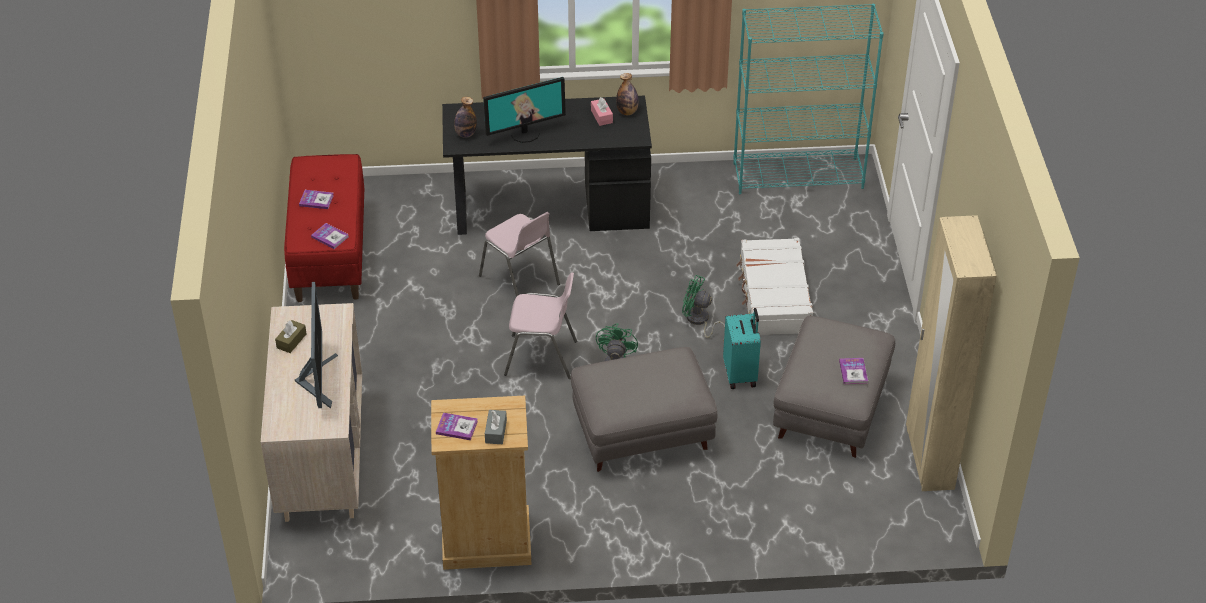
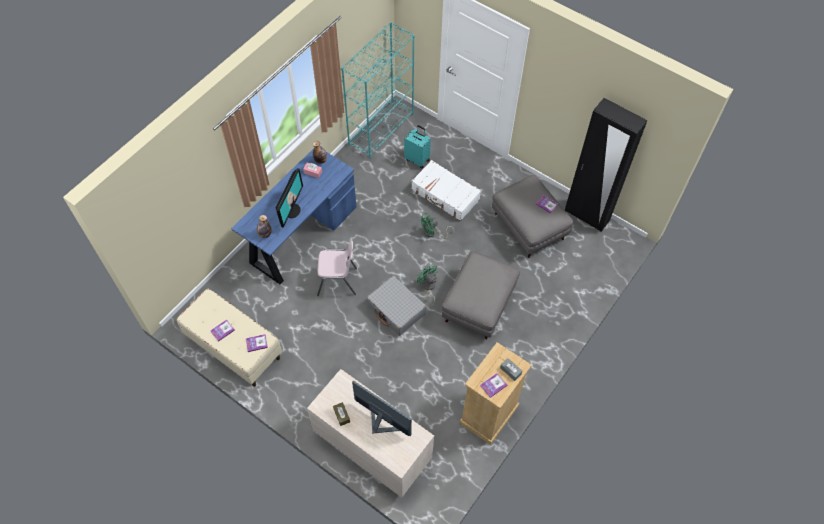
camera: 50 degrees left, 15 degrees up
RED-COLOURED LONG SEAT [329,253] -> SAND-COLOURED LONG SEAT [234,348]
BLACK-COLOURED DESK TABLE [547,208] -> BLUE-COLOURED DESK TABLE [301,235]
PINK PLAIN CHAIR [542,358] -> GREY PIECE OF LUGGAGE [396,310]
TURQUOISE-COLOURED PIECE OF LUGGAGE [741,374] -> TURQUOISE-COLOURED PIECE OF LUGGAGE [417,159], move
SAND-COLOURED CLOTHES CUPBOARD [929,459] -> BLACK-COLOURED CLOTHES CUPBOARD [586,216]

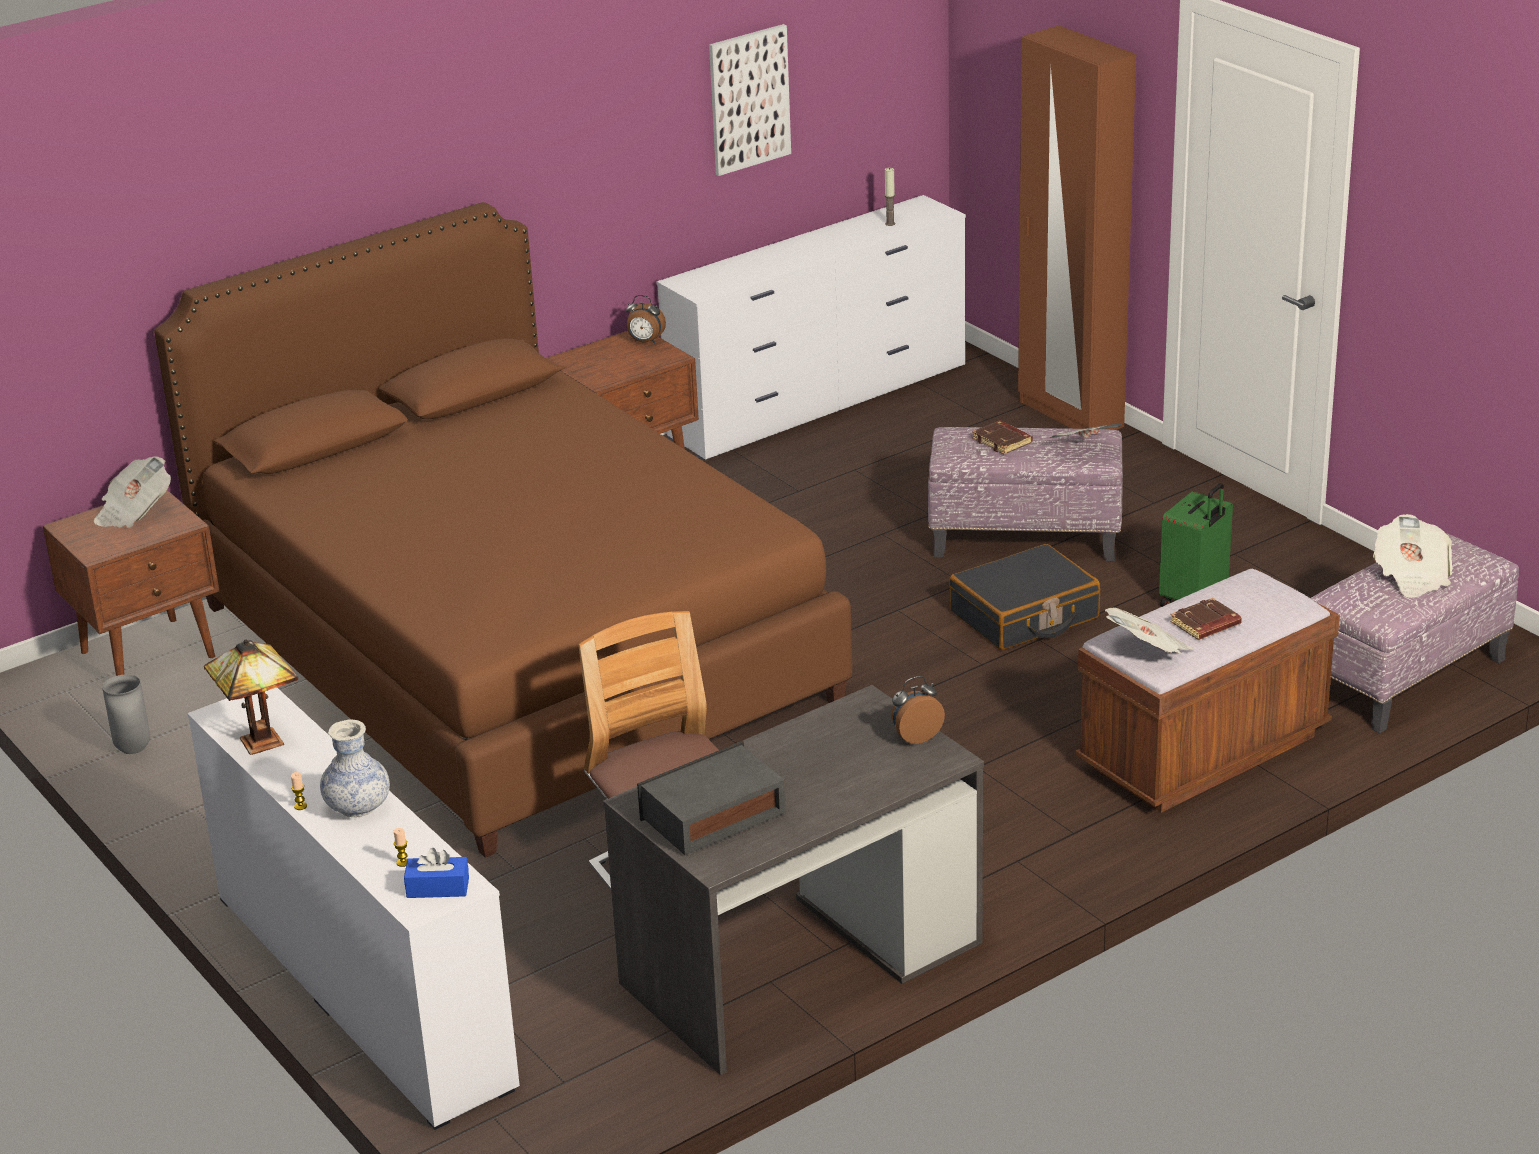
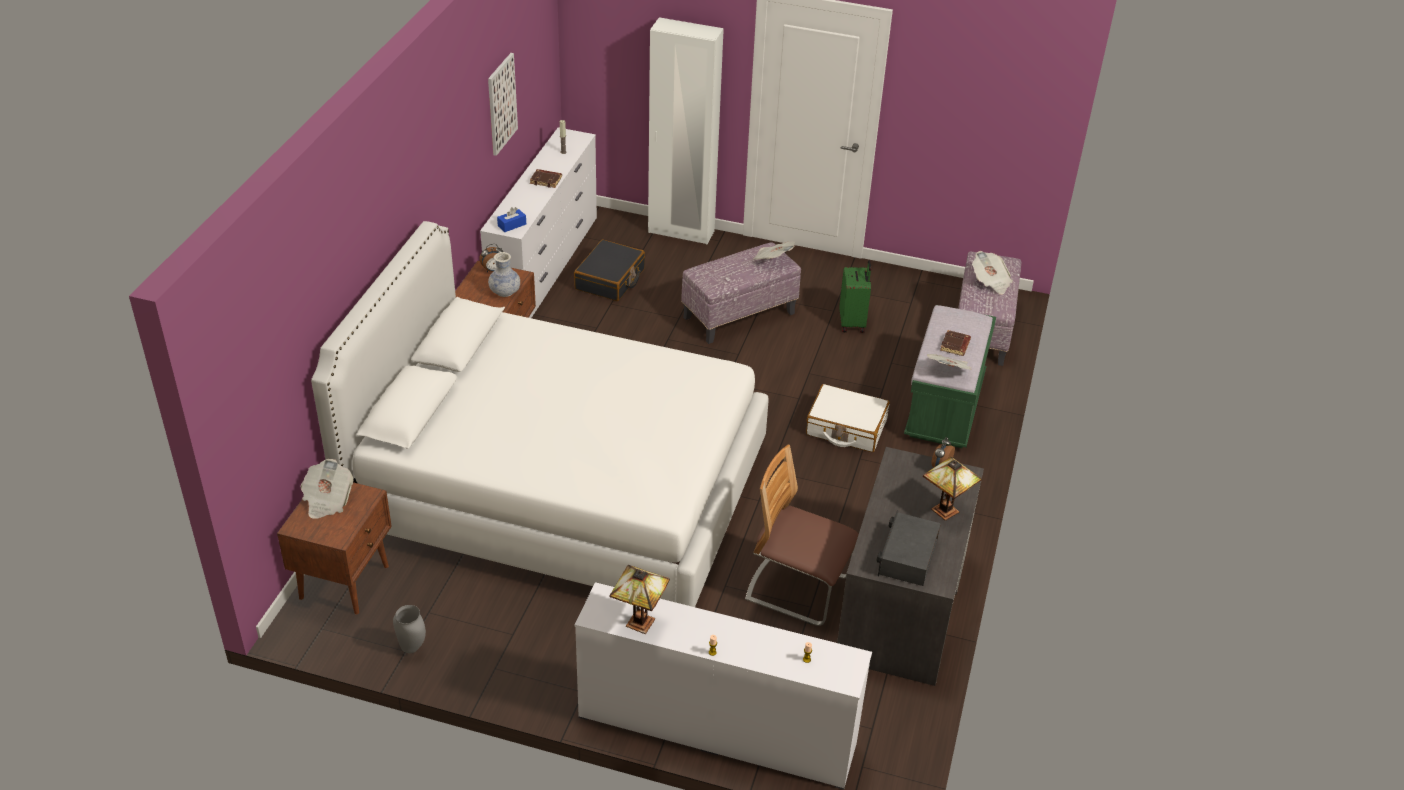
camera: 40 degrees left, 10 degrees up
BROWNISH BED [513,653] -> WHITISH BED [559,490]
FLOWER VASE [357,806] -> FLOWER VASE [505,292], move
BLUE-COLOURED TISSUE BOX [438,888] -> BLUE-COLOURED TISSUE BOX [512,225], move
BROWNISH BOUND BOOK [1003,441] -> BROWNISH BOUND BOOK [546,180], move
BLACK-COLOURED PIECE OF LUGGAGE [1024,616] -> BLACK-COLOURED PIECE OF LUGGAGE [610,279], move
BROWNISH CLOTHES CUPBOARD [1070,414] -> WHITISH CLOTHES CUPBOARD [681,232]
none -> WHITISH PIECE OF LUGGAGE [846,428]
BROWNISH LONG SEAT [1204,752] -> GREENISH LONG SEAT [945,407]
none -> TABLE LAMP [947,511]

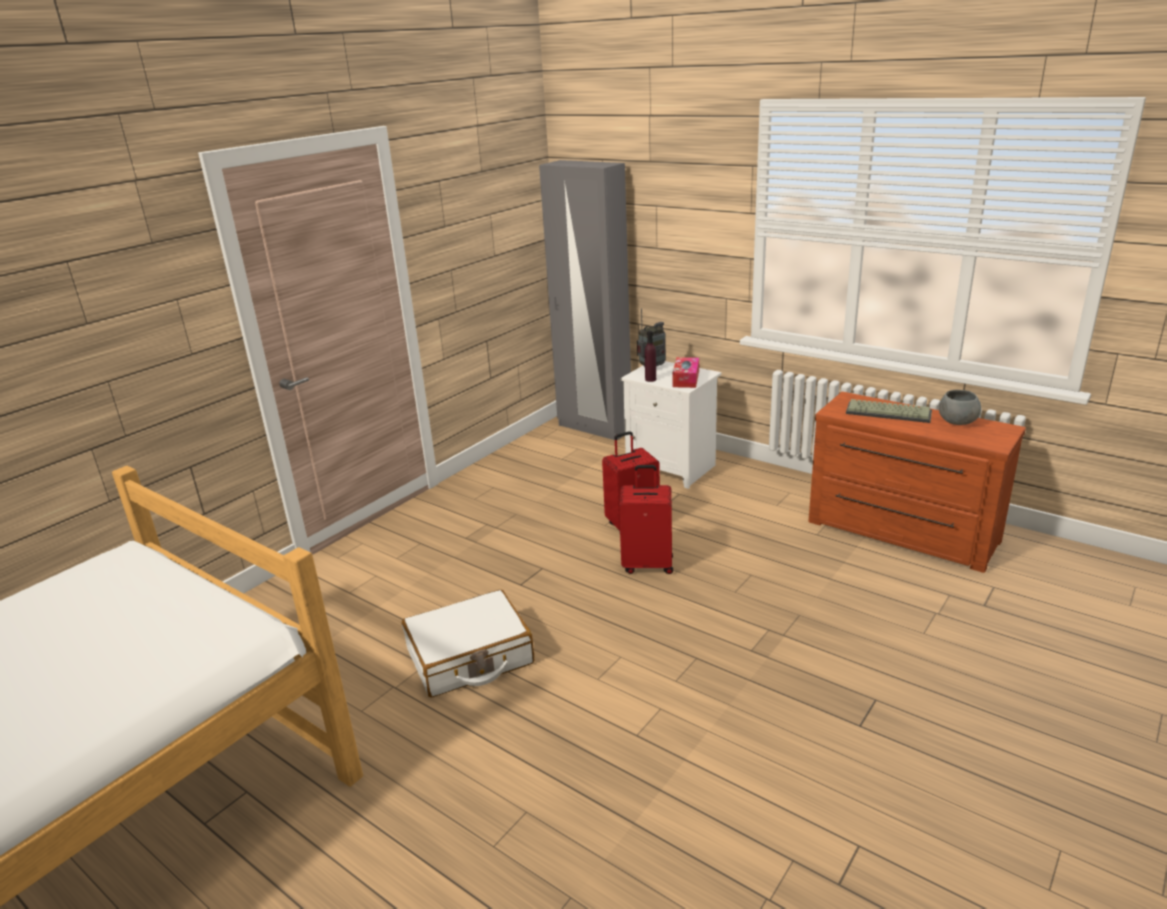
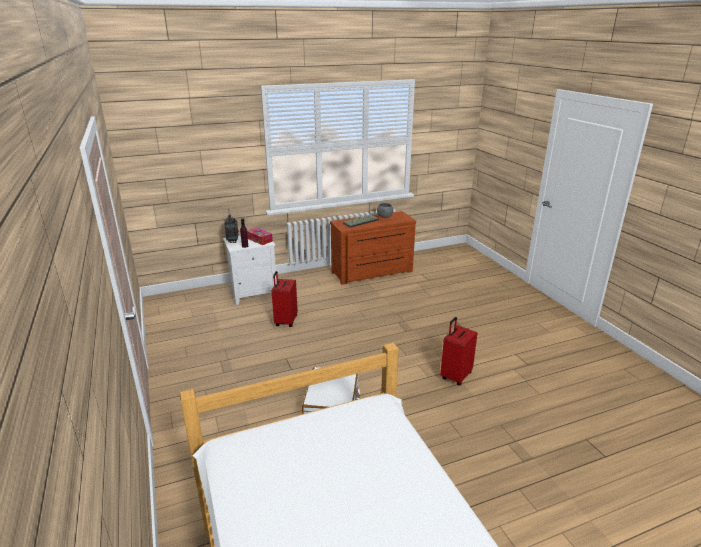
camera: 60 degrees left, 0 degrees up
RED-COLOURED PIECE OF LUGGAGE [648,564] -> RED-COLOURED PIECE OF LUGGAGE [455,376], move
GREY CLOTHES CUPBOARD [594,428] -> none

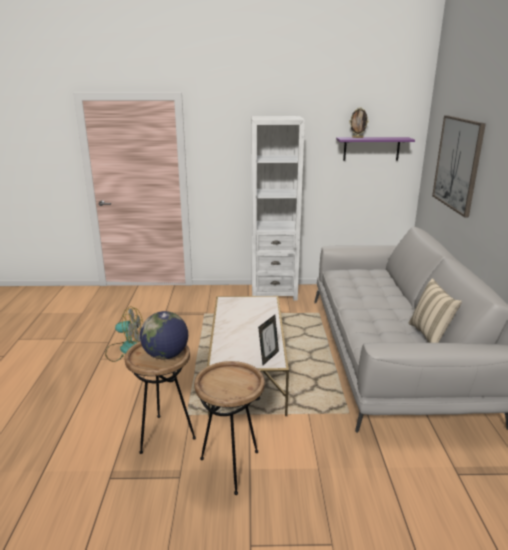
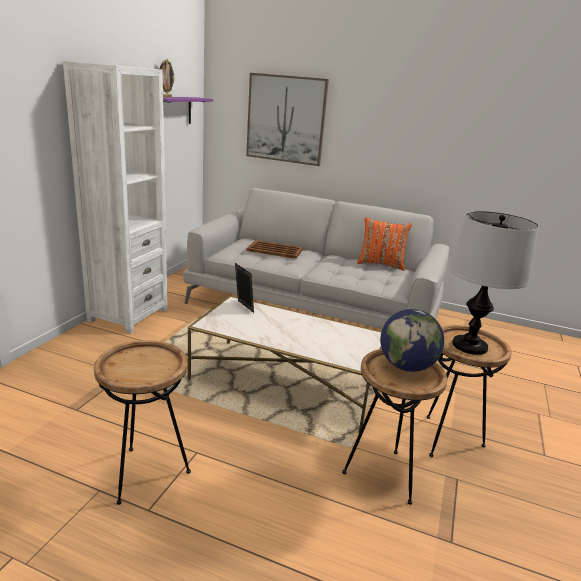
camera: 70 degrees left, 0 degrees up
ELECTRIC FAN [125,349] -> BROWNISH END TABLE [146,473]
PHOTO FRAME [268,357] -> PHOTO FRAME [243,307], move
none -> BROWNISH CARRYING TRAY [275,250]
SAND-COLOURED THROW PILLOW [430,335] -> ORANGE-COLOURED THROW PILLOW [381,264]
none -> TABLE LAMP [470,346]

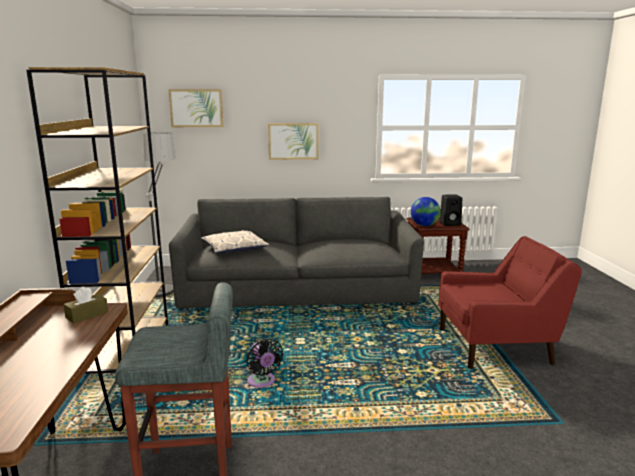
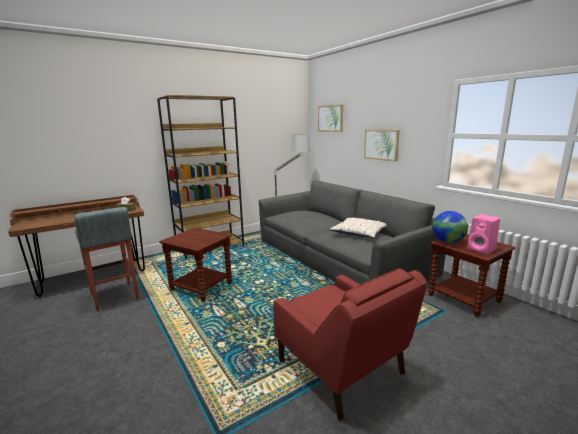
camera: 60 degrees right, 0 degrees up
BLACK-COLOURED ELECTRIC FAN [262,382] -> BROWNISH END TABLE [202,286]
THROW PILLOW [234,248] -> THROW PILLOW [359,232], move
BLACK-COLOURED AUDIO SPEAKER [450,224] -> PINK AUDIO SPEAKER [482,249]

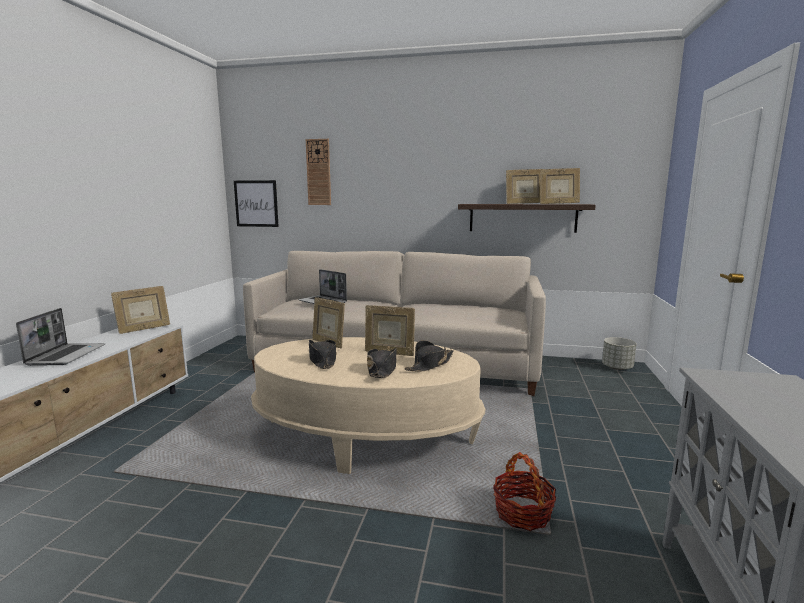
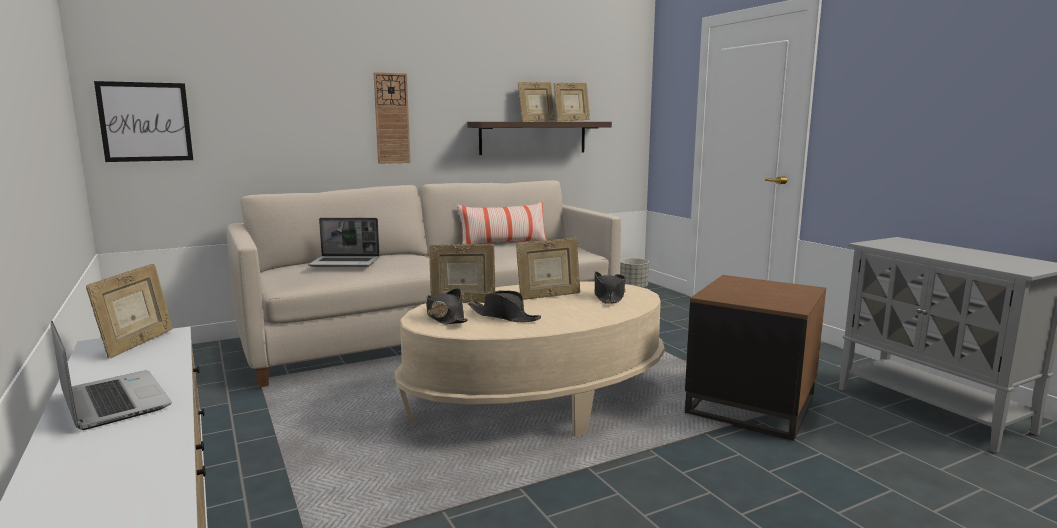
camera: 40 degrees left, 0 degrees up
HANGING CLOCK [318,172] -> HANGING CLOCK [392,118], move
BLACK-COLOURED HAT [382,370] -> BLACK-COLOURED HAT [445,317], move
none -> THROW PILLOW [503,244]
STORAGE BASKET [522,513] -> BROWNISH END TABLE [749,405]

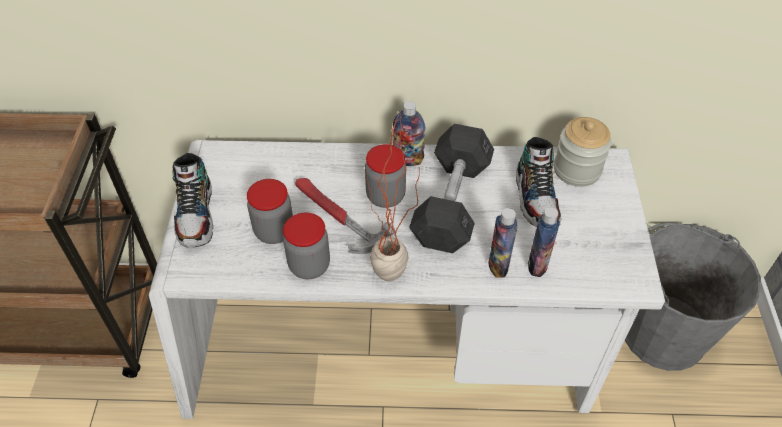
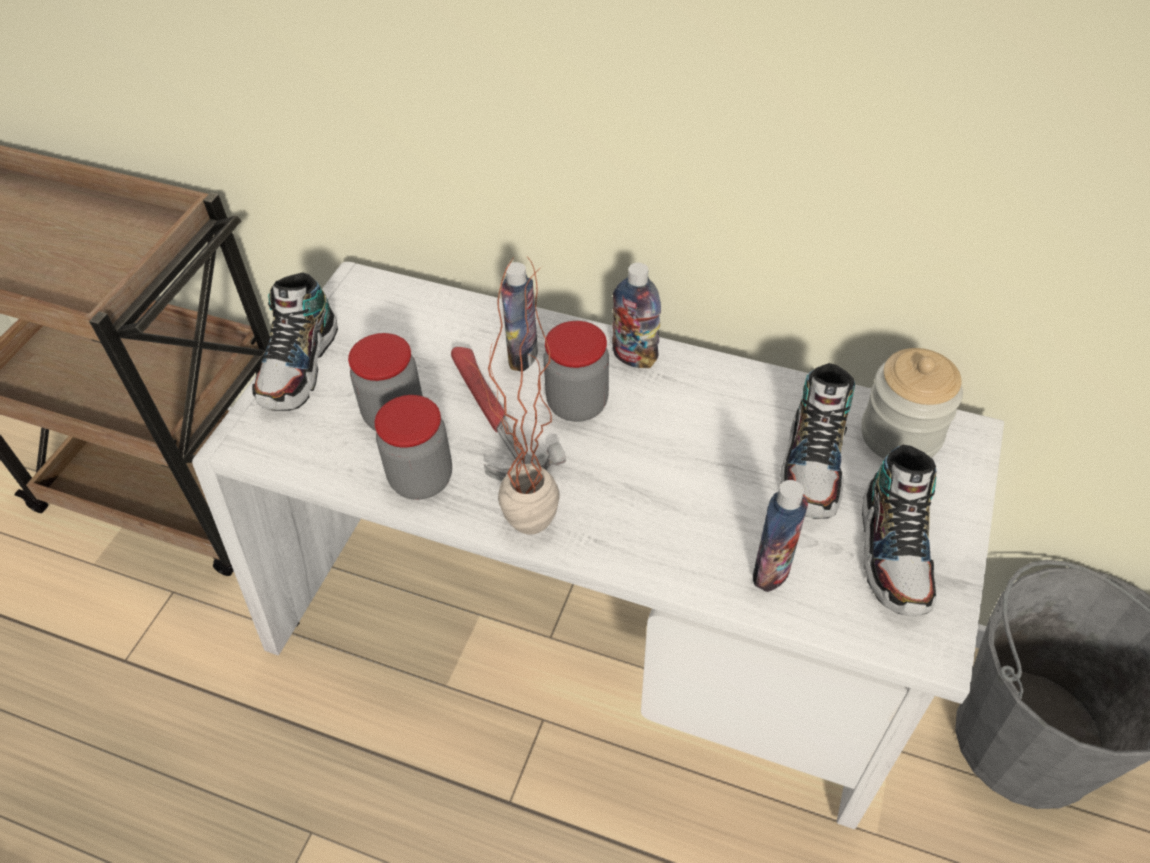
camera: 20 degrees right, 0 degrees up
DRINK BOTTLE [498,265] -> DRINK BOTTLE [523,356], move
none -> LOW SHOE [895,551]
GREY HAND WEIGHT [451,203] -> none

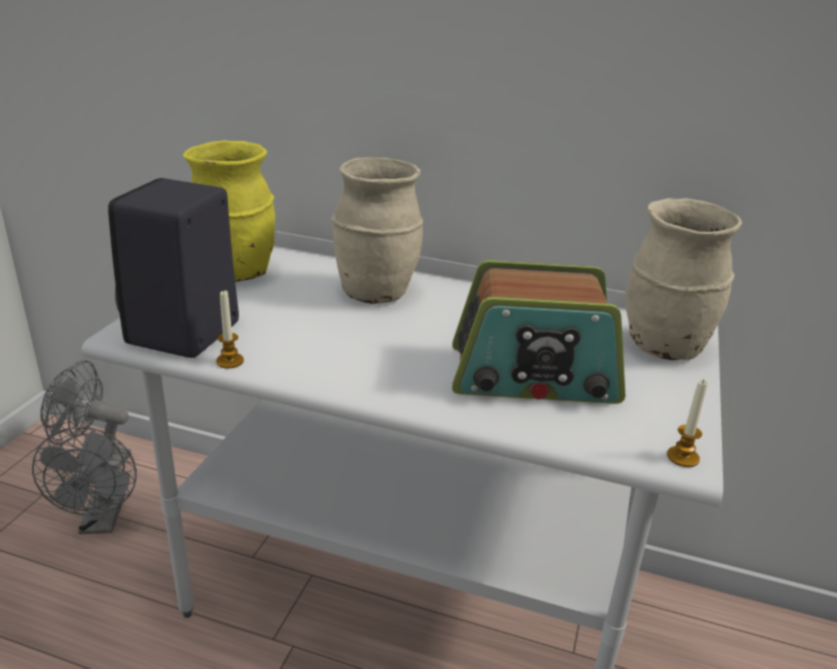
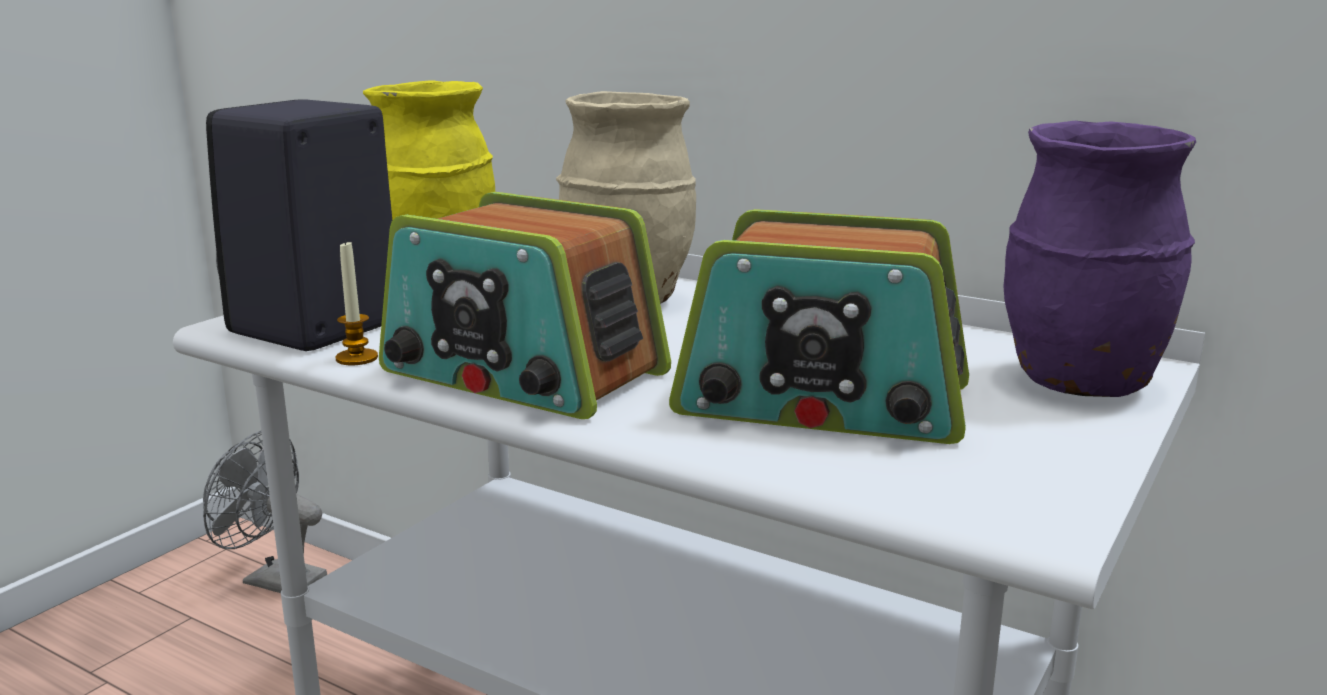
camera: 15 degrees right, 10 degrees down
none -> RADIO RECEIVER [522,374]
SAND-COLOURED FLOWER VASE [664,347] -> PURPLE FLOWER VASE [1080,384]
GREY ELECTRIC FAN [101,522] -> none
WAX LIGHT [682,457] -> none

